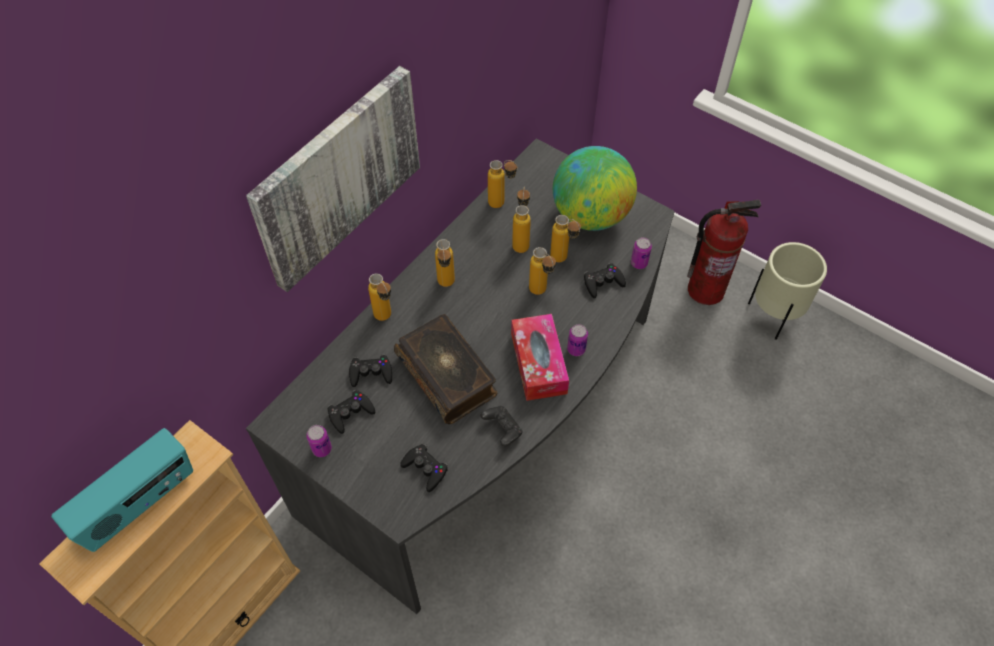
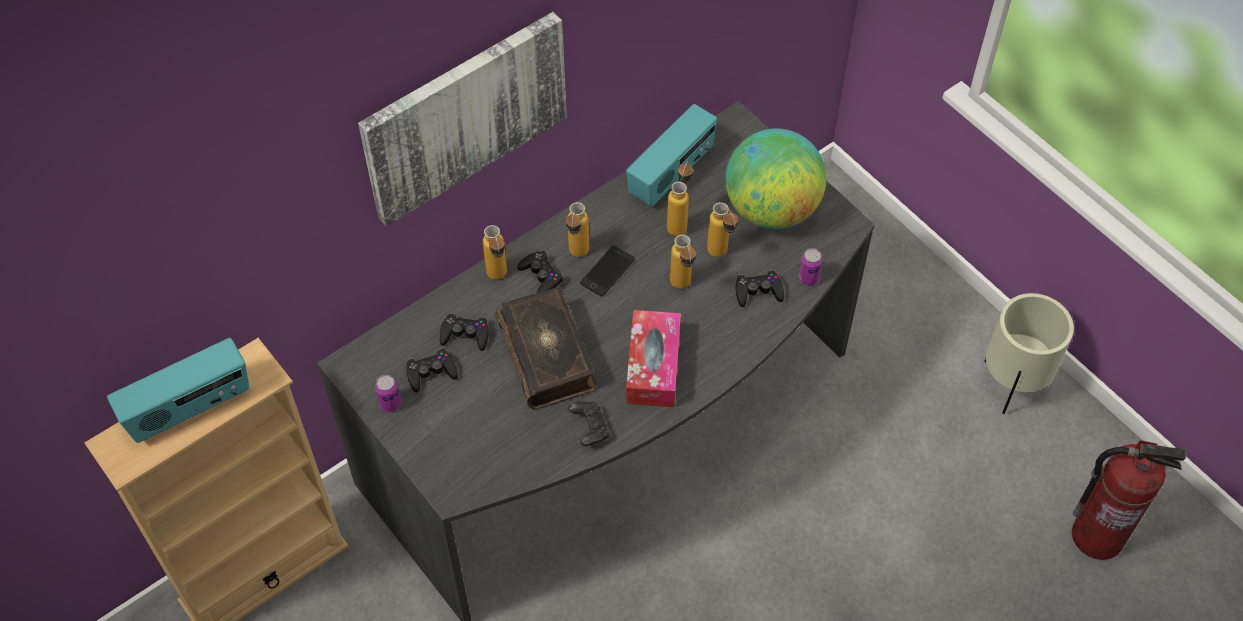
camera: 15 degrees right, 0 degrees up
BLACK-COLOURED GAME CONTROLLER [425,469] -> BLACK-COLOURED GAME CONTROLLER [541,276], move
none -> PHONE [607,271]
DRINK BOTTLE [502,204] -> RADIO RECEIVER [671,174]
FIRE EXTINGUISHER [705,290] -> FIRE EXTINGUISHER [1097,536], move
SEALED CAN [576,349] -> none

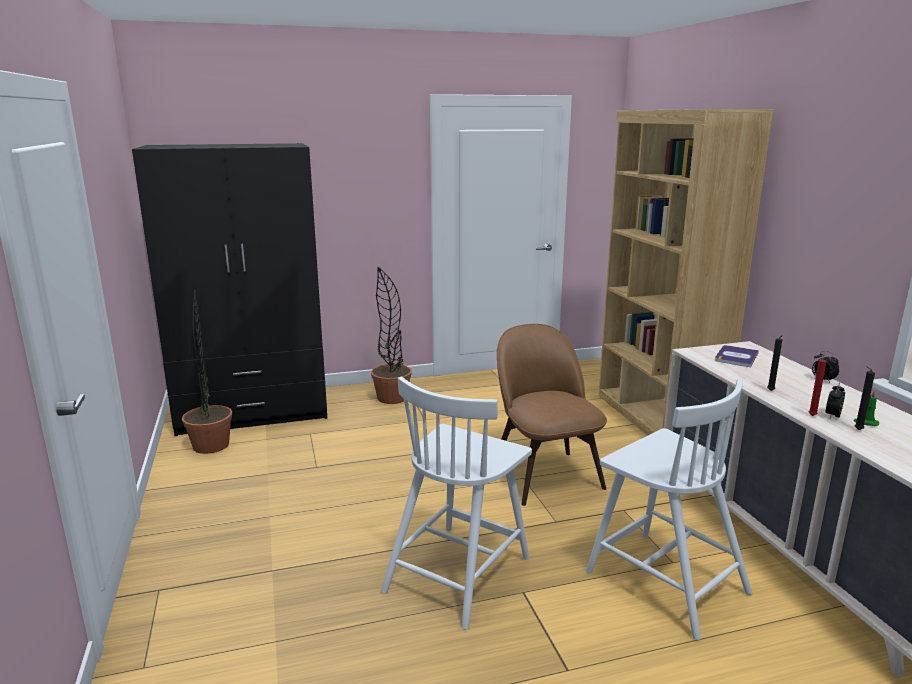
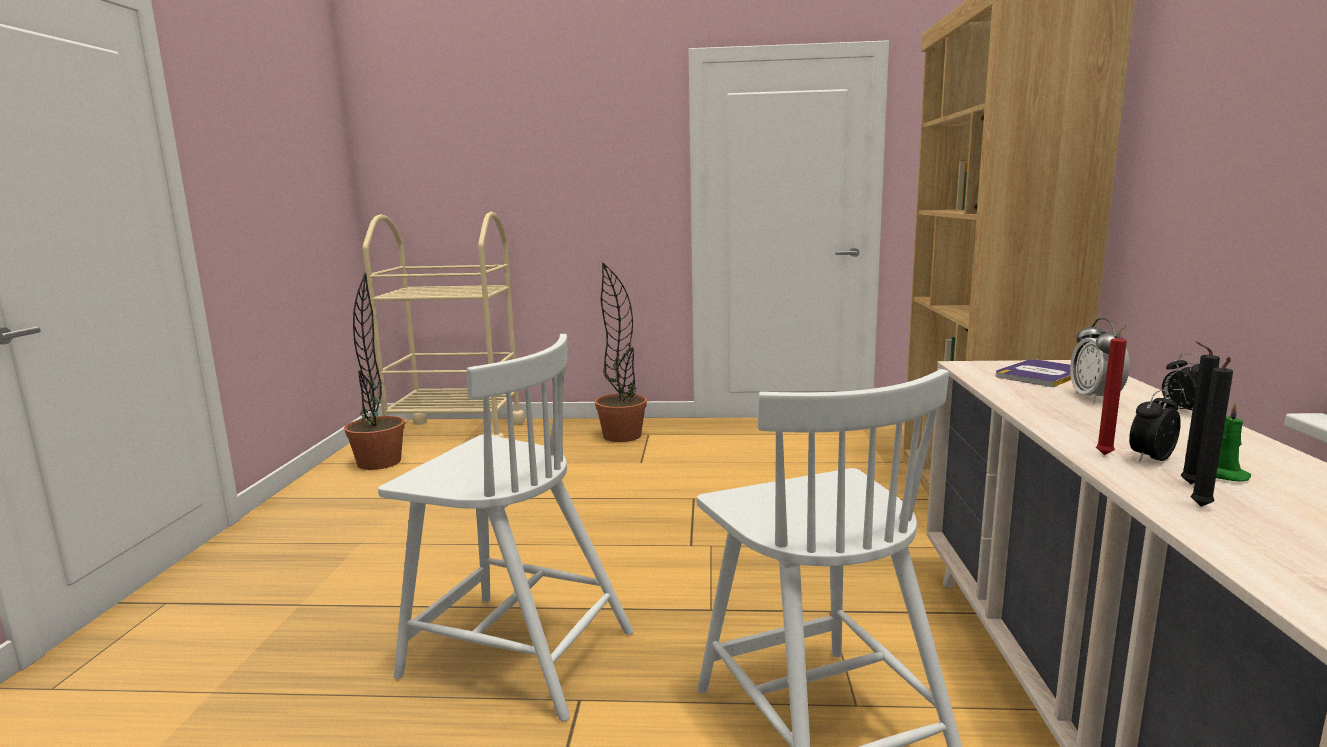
camera: 20 degrees right, 5 degrees down
BLACK-COLOURED CLOTHES CUPBOARD [253,411] -> SAND-COLOURED WHEELED CART [456,434]
WHITISH PLAIN CHAIR [458,572] -> WHITISH PLAIN CHAIR [514,652], 120 degrees counterclockwise
none -> BEDSIDE CLOCK [1095,398]
BLACK-COLOURED WAX LIGHT [771,391] -> BLACK-COLOURED WAX LIGHT [1201,507], move
BROWNISH PLAIN CHAIR [545,475] -> none

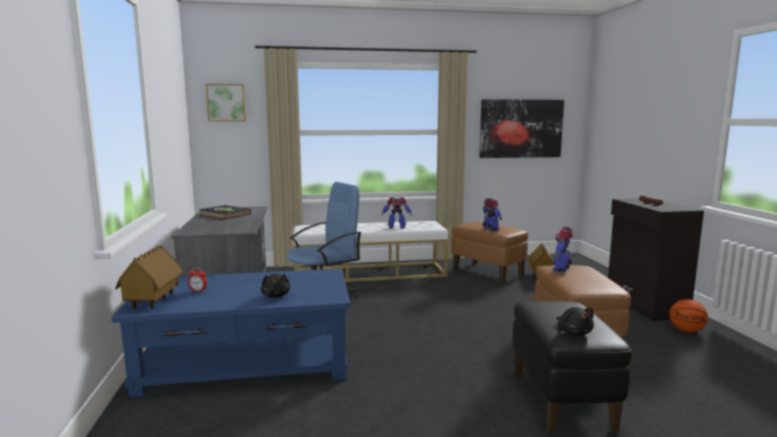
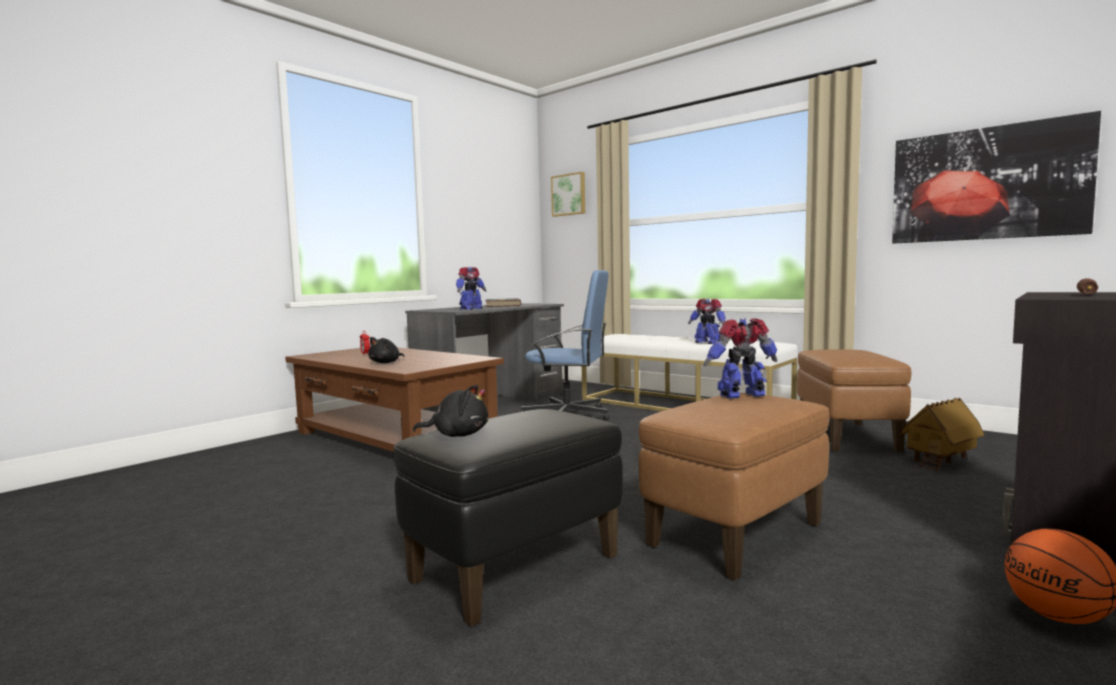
camera: 50 degrees right, 5 degrees down
BLUE-COLOURED LOUNGE TABLE [247,363] -> BROWNISH LOUNGE TABLE [394,437]
BLACK-COLOURED CUDDLY TOY [573,332] -> BLACK-COLOURED CUDDLY TOY [457,435], 120 degrees counterclockwise
MODEL ROBOT [490,229] -> MODEL ROBOT [470,309], move
TOY HOUSE [153,302] -> none

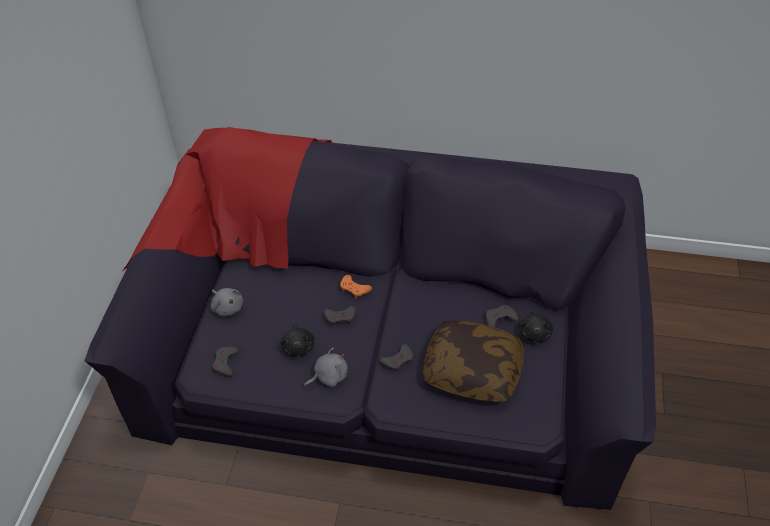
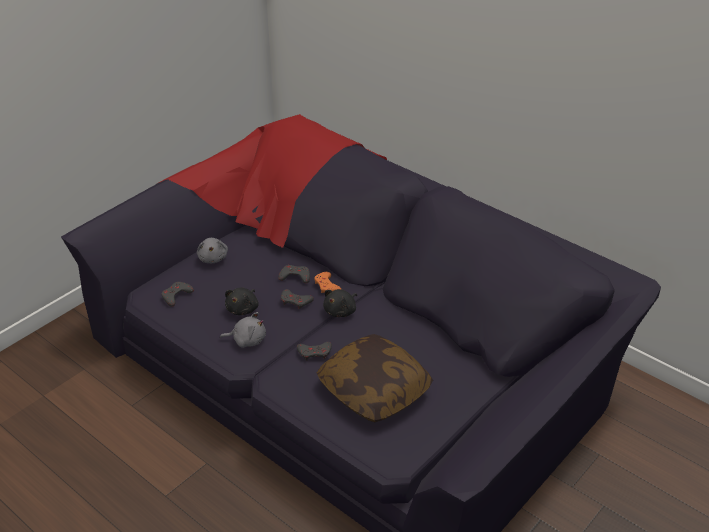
camera: 30 degrees right, 10 degrees down
GREY GAME CONTROLLER [499,319] -> GREY GAME CONTROLLER [295,276], move
BLACK-COLOURED CUDDLY TOY [535,333] -> BLACK-COLOURED CUDDLY TOY [341,311], move

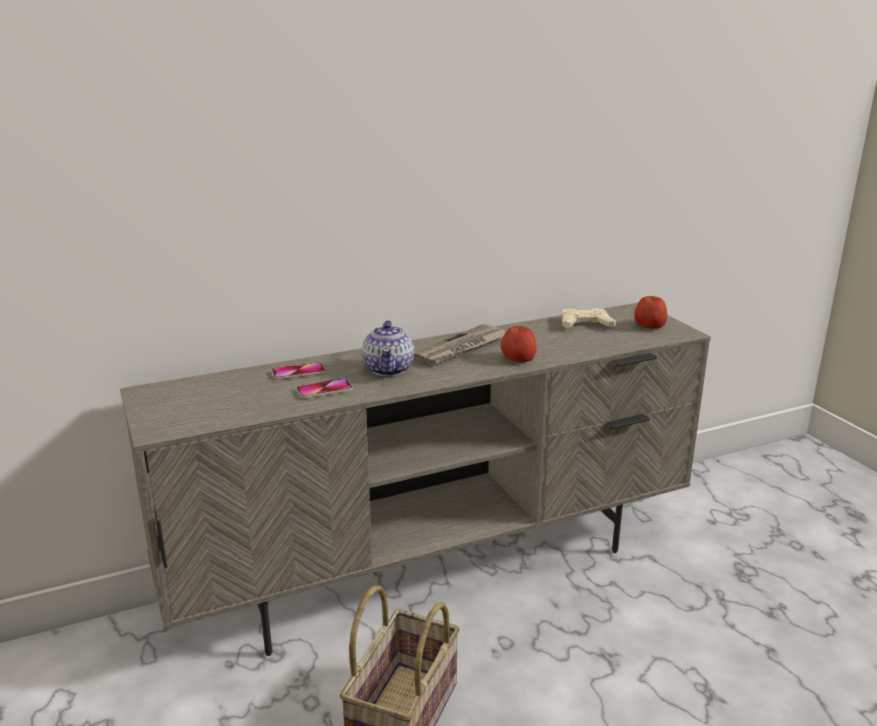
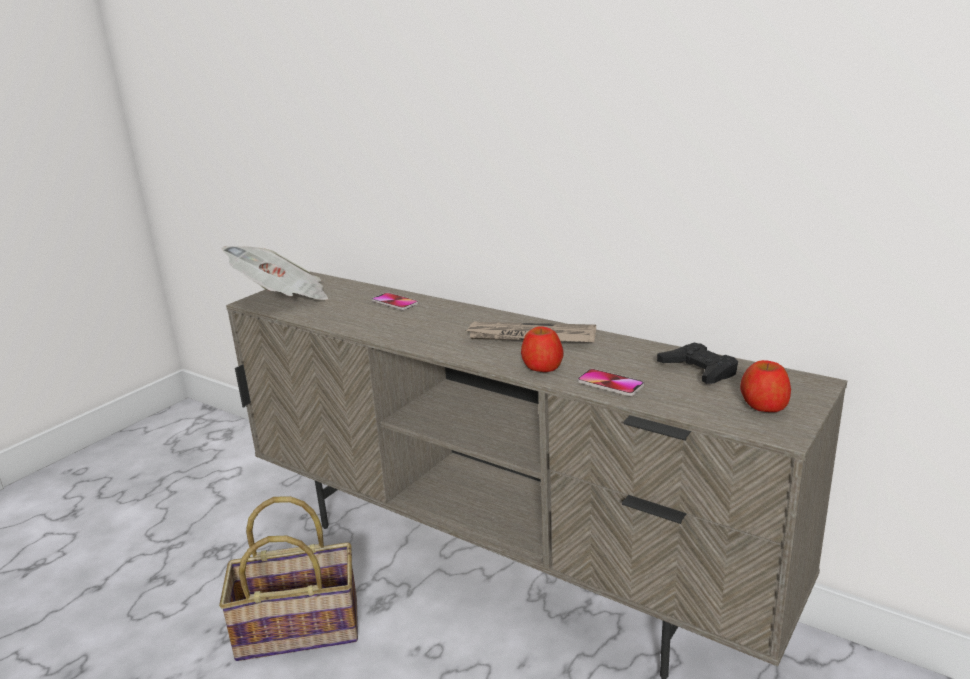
camera: 60 degrees right, 0 degrees up
none -> NEWSPAPER [282,297]
PHONE [324,390] -> PHONE [610,384], move
SAND-COLOURED GAME CONTROLLER [585,324] -> BLACK-COLOURED GAME CONTROLLER [699,370]
TEAPOT [389,369] -> none

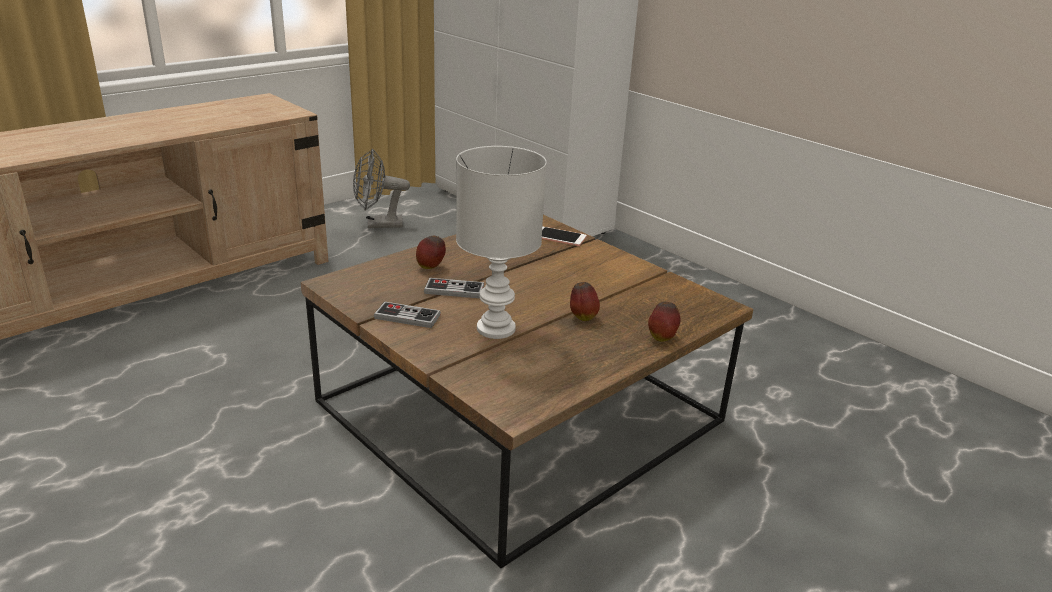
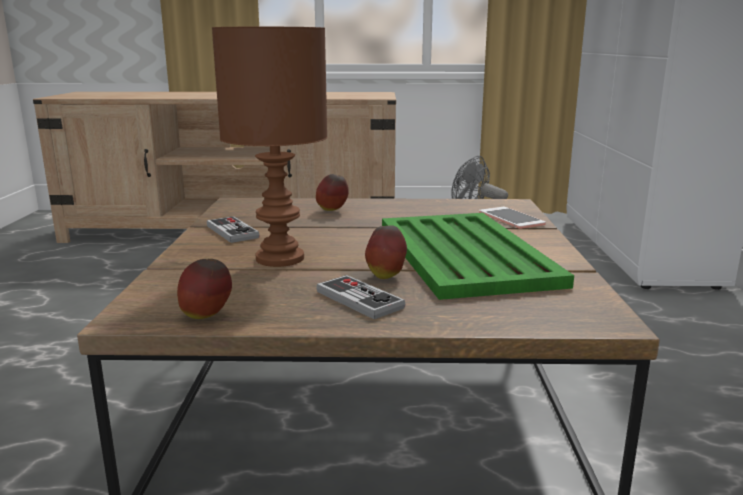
camera: 45 degrees right, 10 degrees down
WHOLE APPLE [662,338] -> WHOLE APPLE [207,317], move
WHITISH TABLE LAMP [494,329] -> BROWNISH TABLE LAMP [277,258]
GAME CONTROLLER [454,290] -> GAME CONTROLLER [359,299], move
none -> GREENISH CARRYING TRAY [464,253]

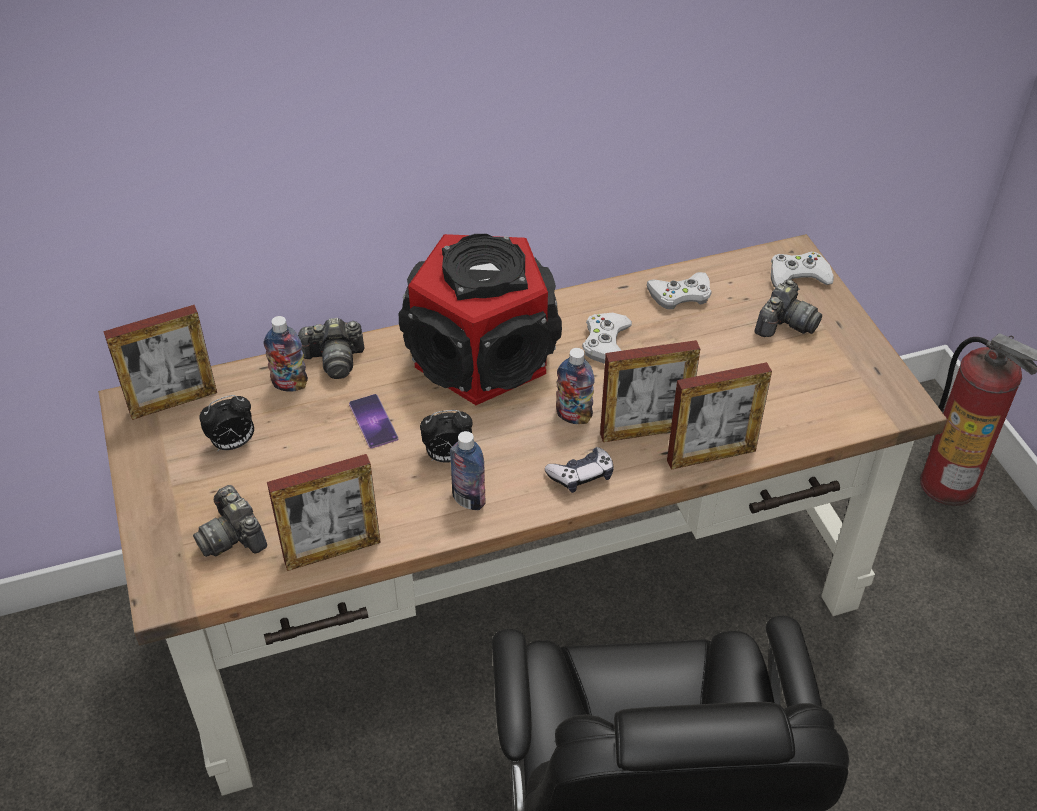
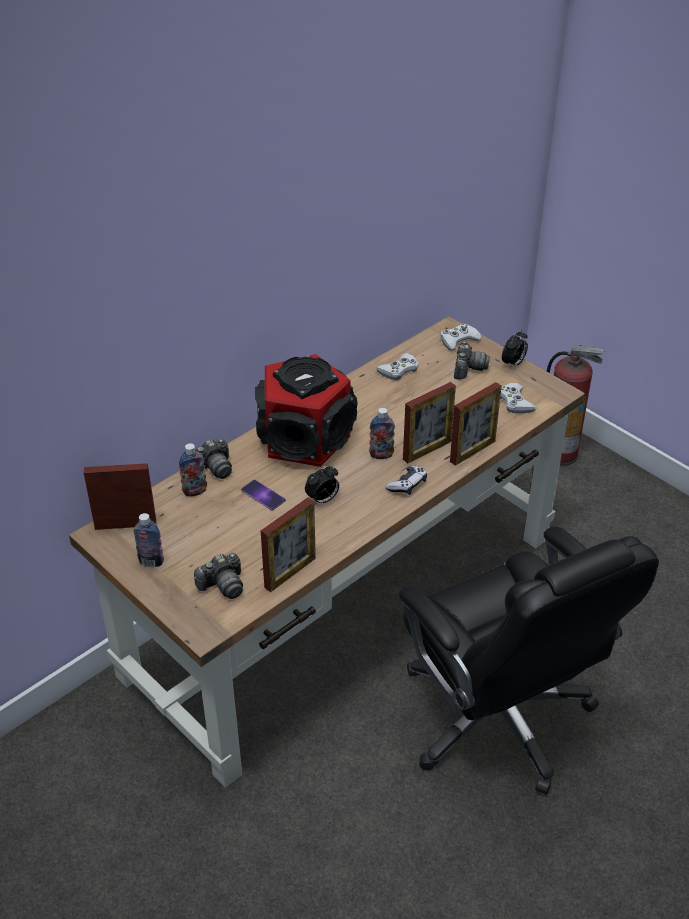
camera: 25 degrees left, 5 degrees down
PHOTO FRAME [173,402] -> PHOTO FRAME [125,525], 135 degrees counterclockwise
DRINK BOTTLE [468,499] -> DRINK BOTTLE [151,561], move
STILL CAMERA [233,536] -> STILL CAMERA [222,585], 60 degrees counterclockwise
WHITISH GAME CONTROLLER [606,343] -> WHITISH GAME CONTROLLER [515,402], move
BEDSIDE CLOCK [233,444] -> BEDSIDE CLOCK [513,364], move

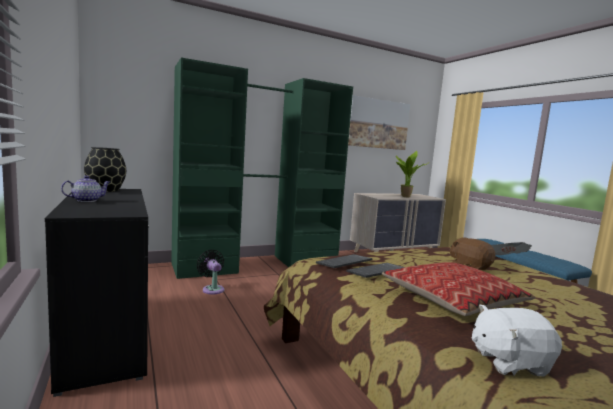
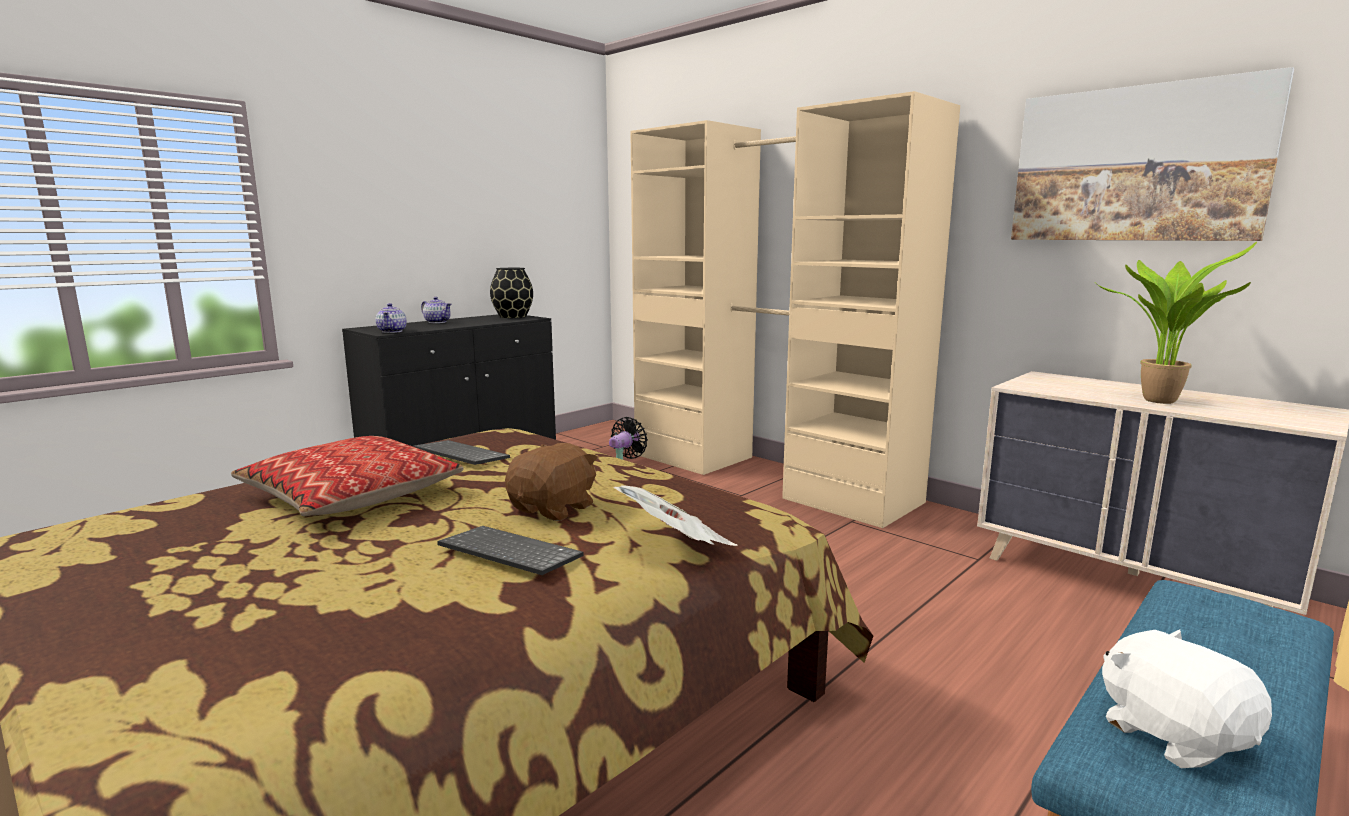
camera: 70 degrees right, 5 degrees up
none -> TEAPOT [392,331]
KEYBOARD [344,263] -> KEYBOARD [506,554], move
GREENISH CLOTHES CUPBOARD [258,263] -> SAND-COLOURED CLOTHES CUPBOARD [767,476]
WHITISH CUDDLY TOY [509,361] -> WHITISH CUDDLY TOY [1172,734], move

